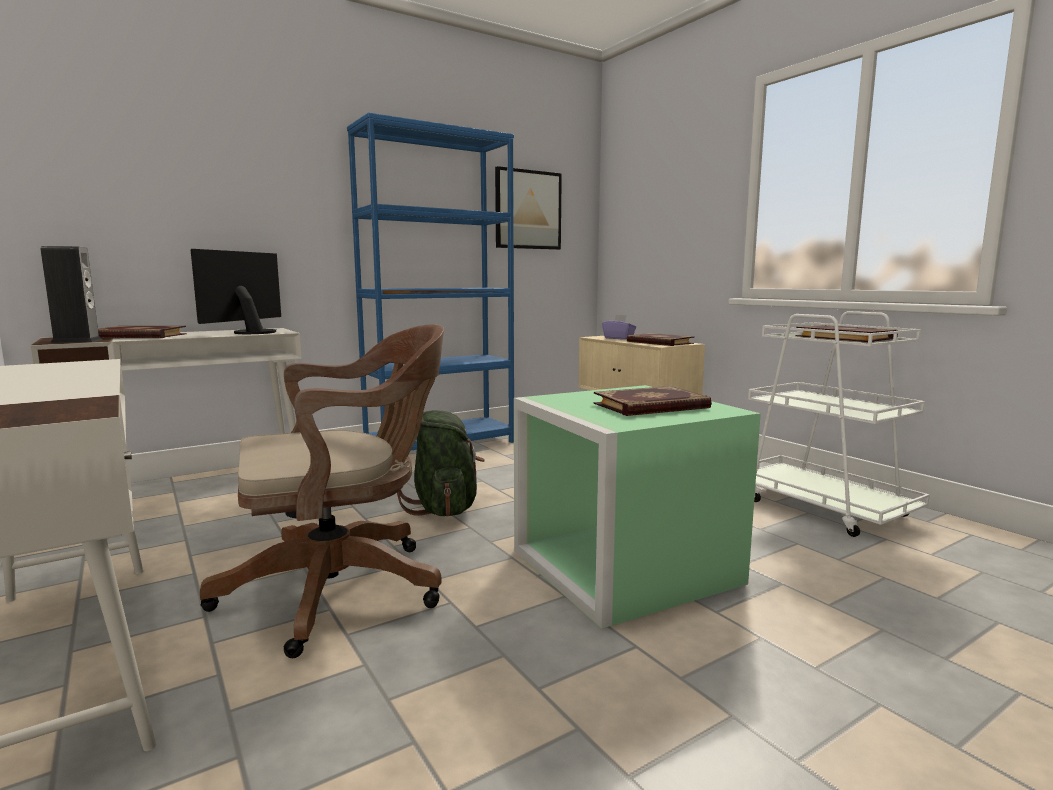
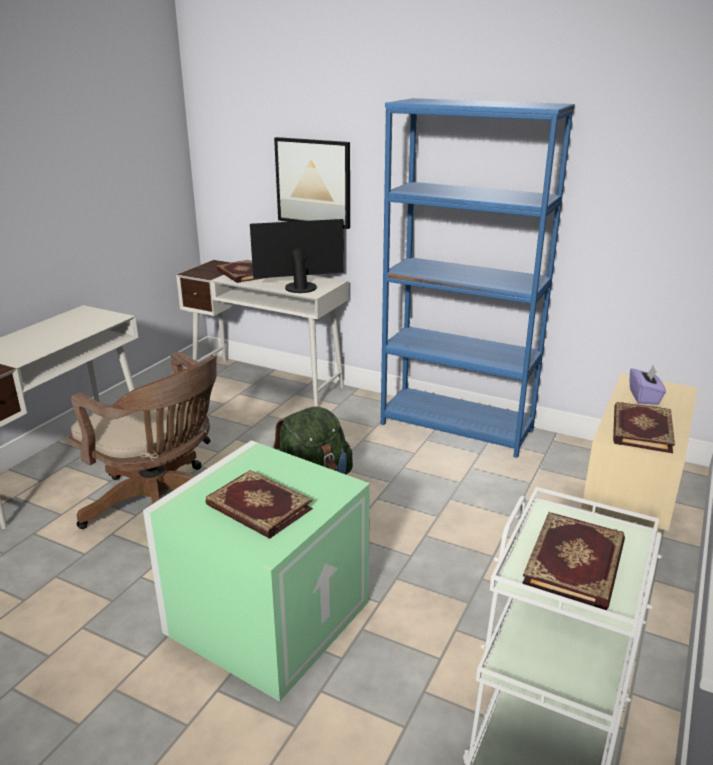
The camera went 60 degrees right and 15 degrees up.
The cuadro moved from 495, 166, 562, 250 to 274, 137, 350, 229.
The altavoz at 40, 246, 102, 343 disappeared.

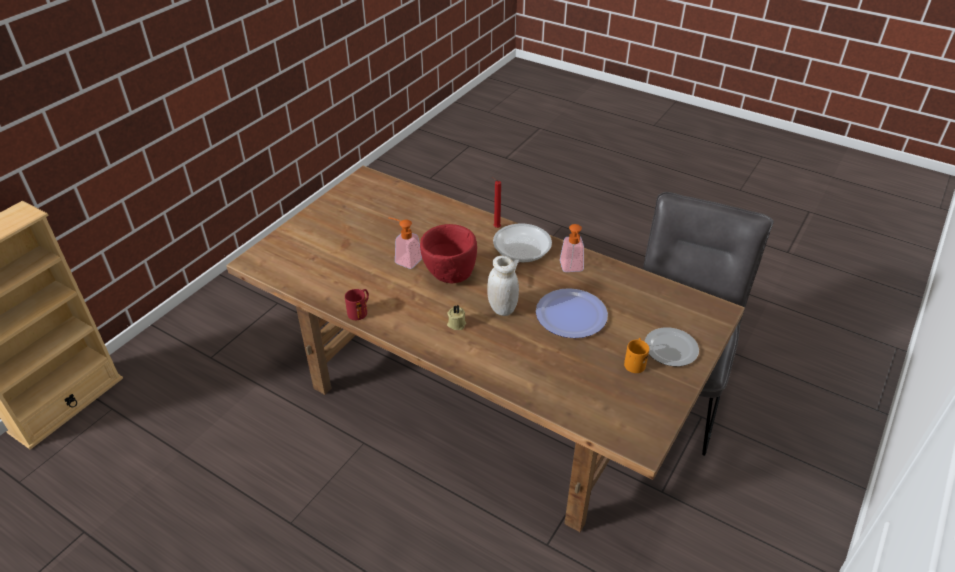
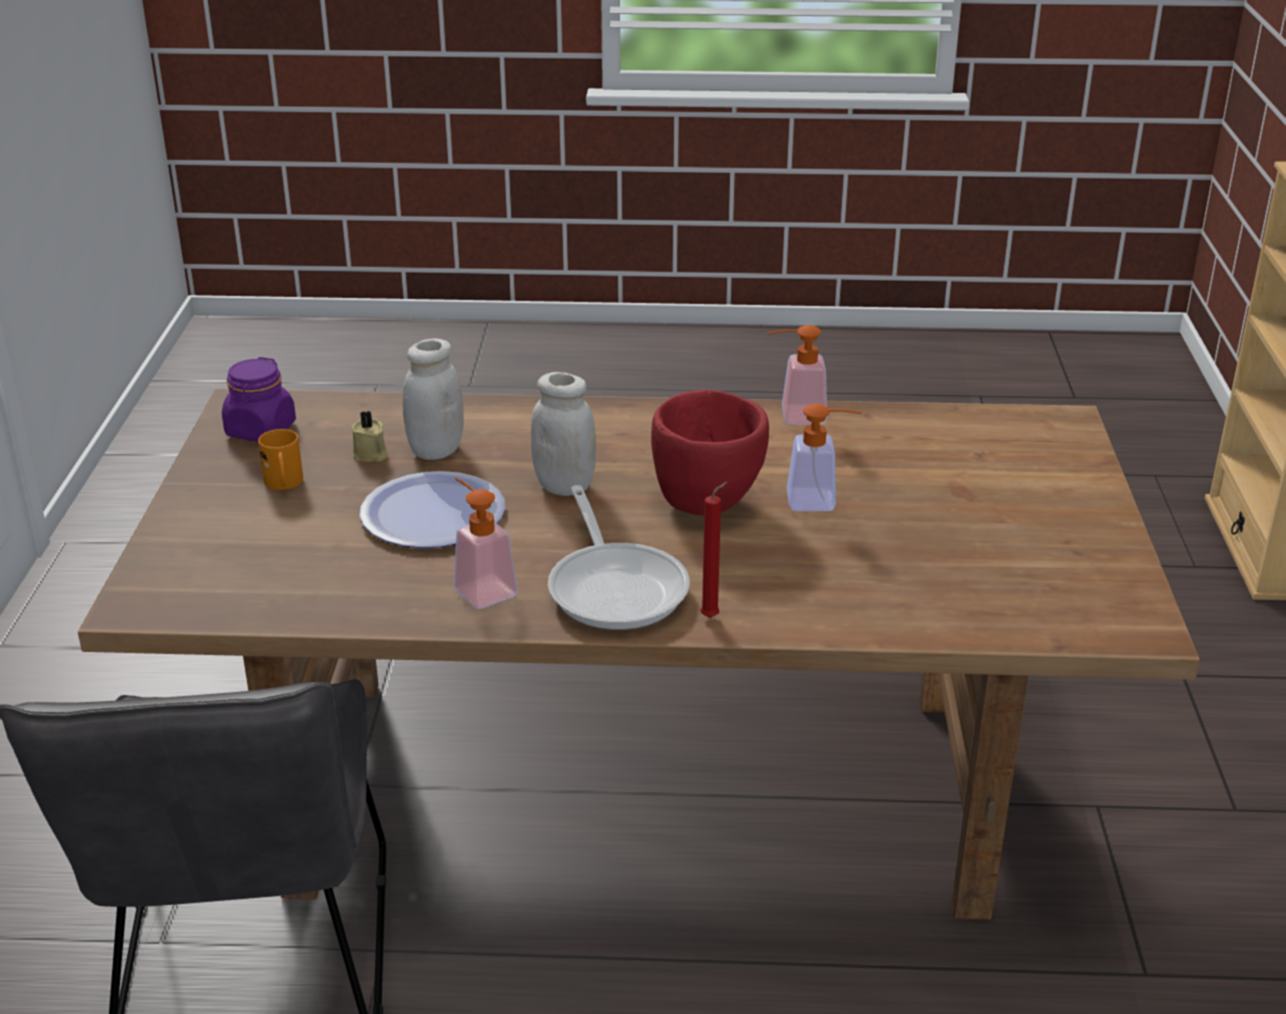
The camera went 150 degrees right and 10 degrees down.
The taza grande (rojo) at 345, 289, 369, 320 was replaced by the dispensador de jabón at 767, 325, 827, 425.
The vela (beis) moved from 447, 305, 466, 330 to 352, 411, 388, 462.
The plato at 645, 327, 699, 366 disappeared.
The tarro (blanco) at 402, 339, 464, 460 appeared.
The tarro (morado) at 222, 357, 296, 442 appeared.

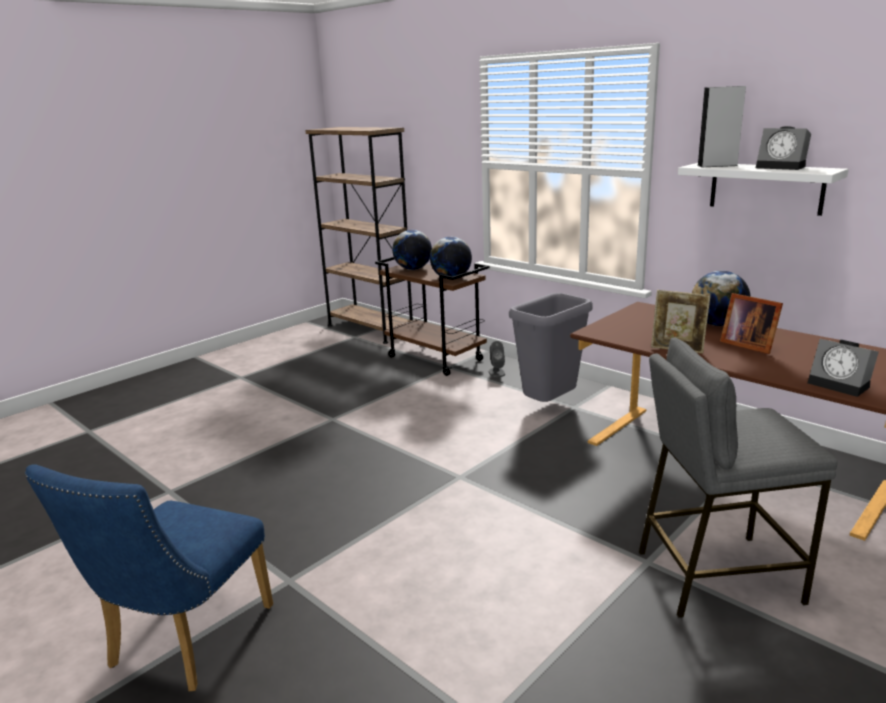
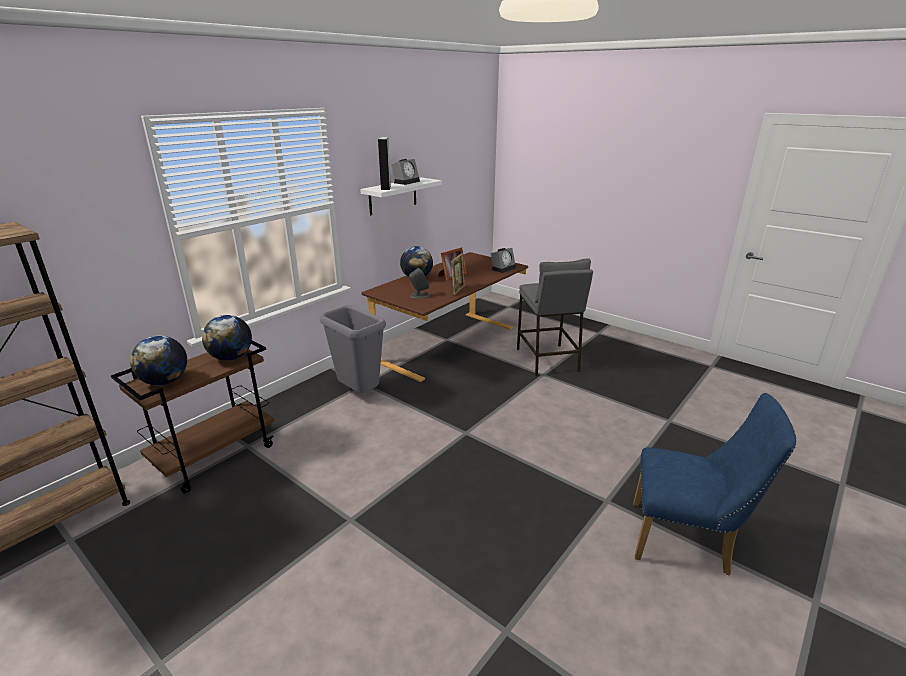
The camera went 95 degrees left and 5 degrees up.
The altavoz (gris) moved from 489, 341, 505, 377 to 409, 268, 430, 299.

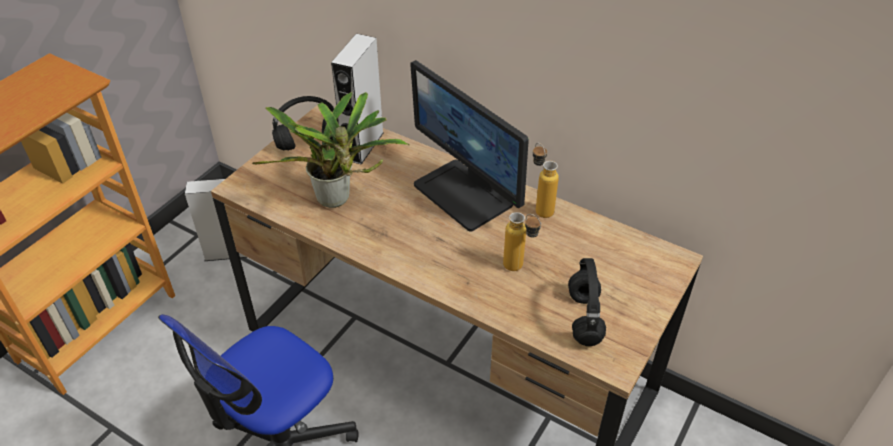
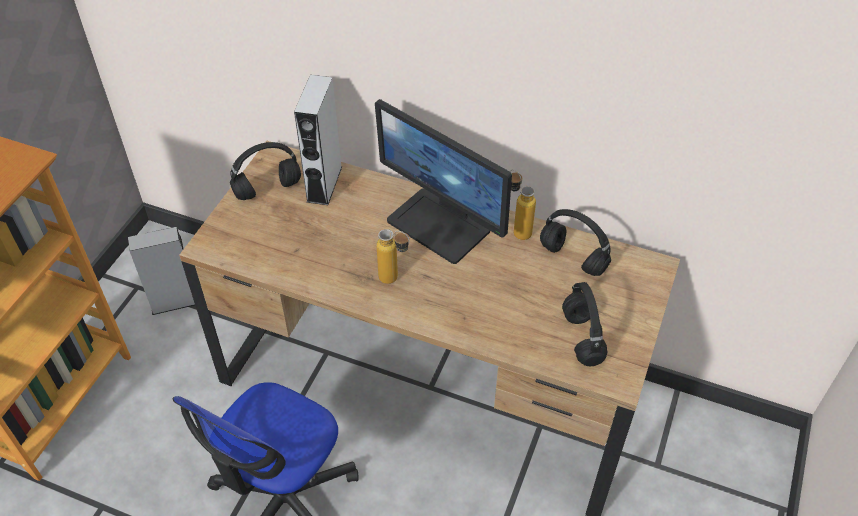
The camera went 10 degrees left and 5 degrees up.
The planta en maceta at 252, 92, 409, 208 disappeared.
The botella moved from 503, 212, 541, 271 to 376, 229, 410, 284.
The auriculares (negro) at 540, 209, 611, 276 appeared.

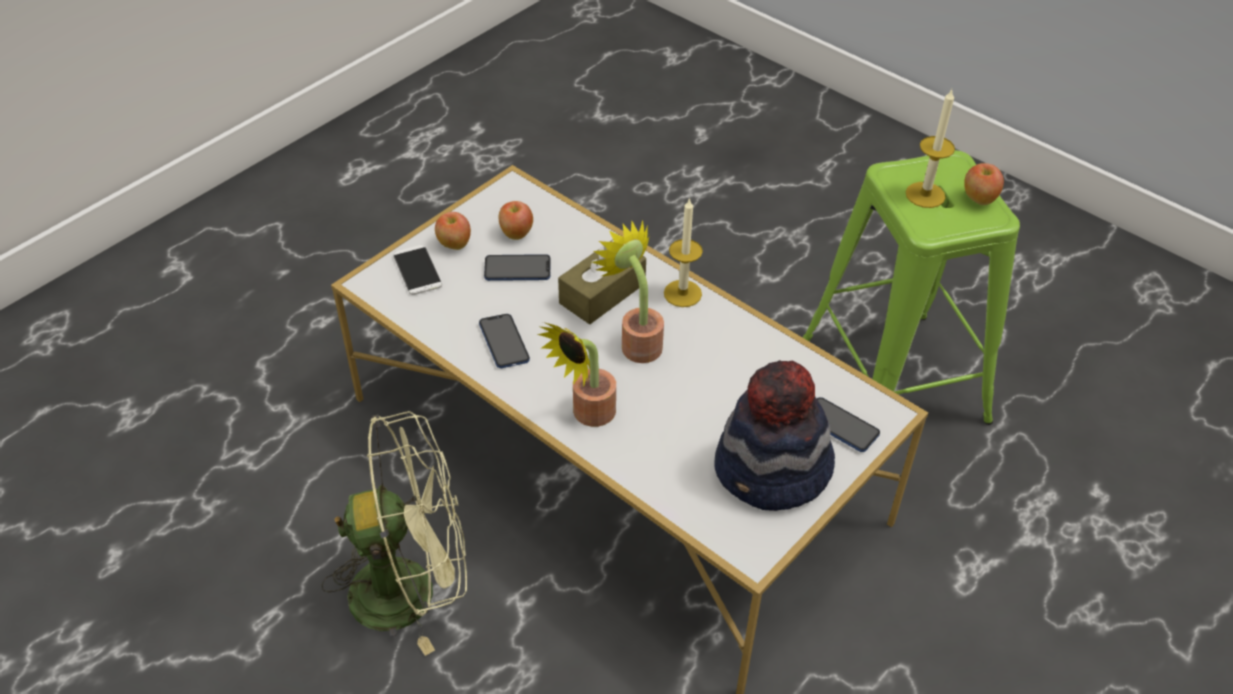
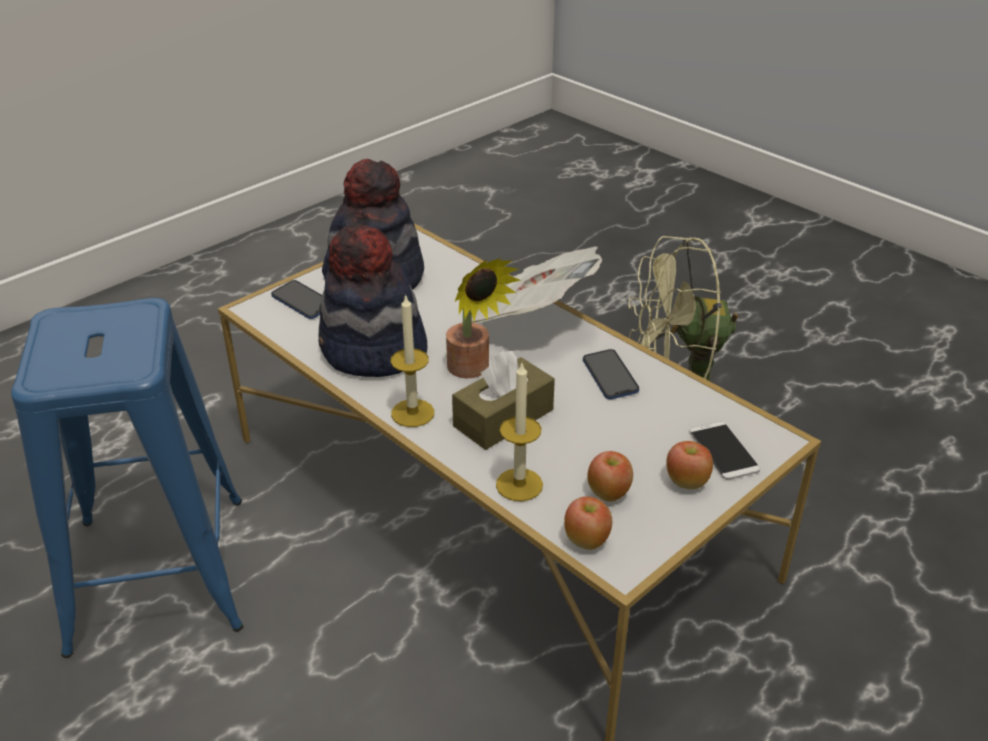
The camera went 175 degrees left and 10 degrees down.
The vela moved from 906, 89, 955, 208 to 496, 363, 543, 501.
The taburete (verde) at 802, 150, 1020, 425 became the taburete (azul) at 11, 298, 243, 658.
The manzana moved from 964, 163, 1004, 205 to 564, 496, 612, 550.
The móvil at 484, 254, 551, 281 disappeared.
The planta en maceta at 537, 322, 616, 427 was replaced by the periódico at 461, 247, 602, 323.
The sombrero at 318, 223, 427, 377 appeared.

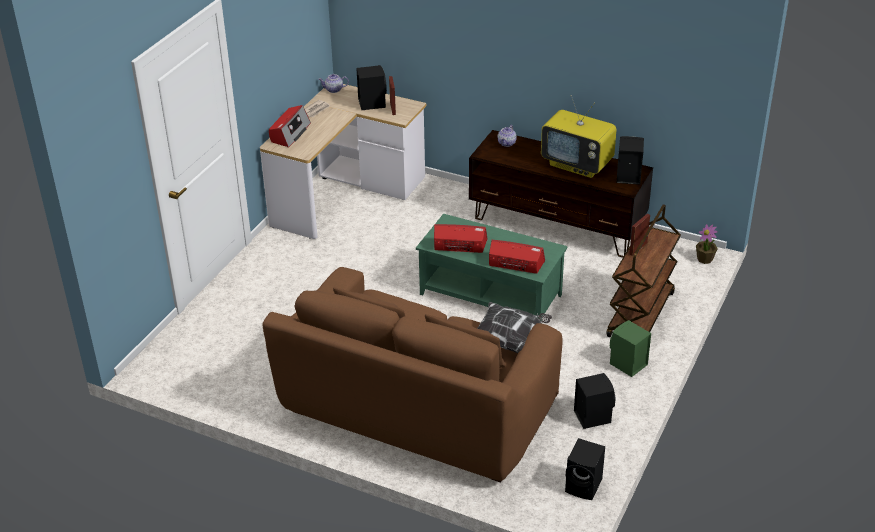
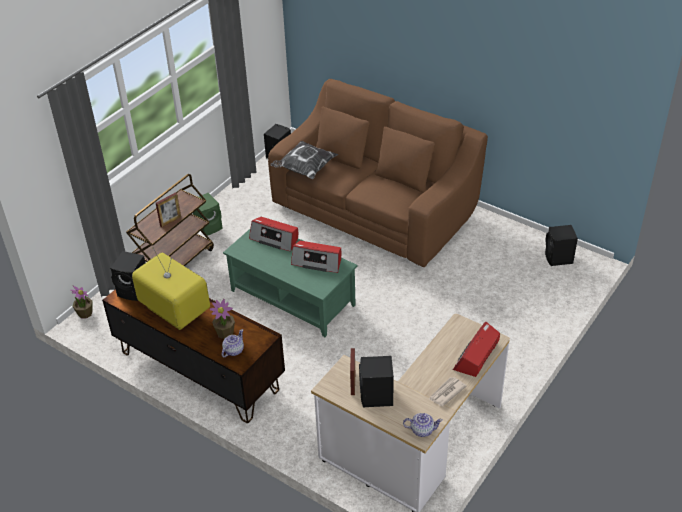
The camera went 170 degrees left and 5 degrees up.
The altavoz (negro) moved from 574, 373, 616, 429 to 545, 225, 578, 266.
The planta en maceta at 210, 299, 235, 339 appeared.

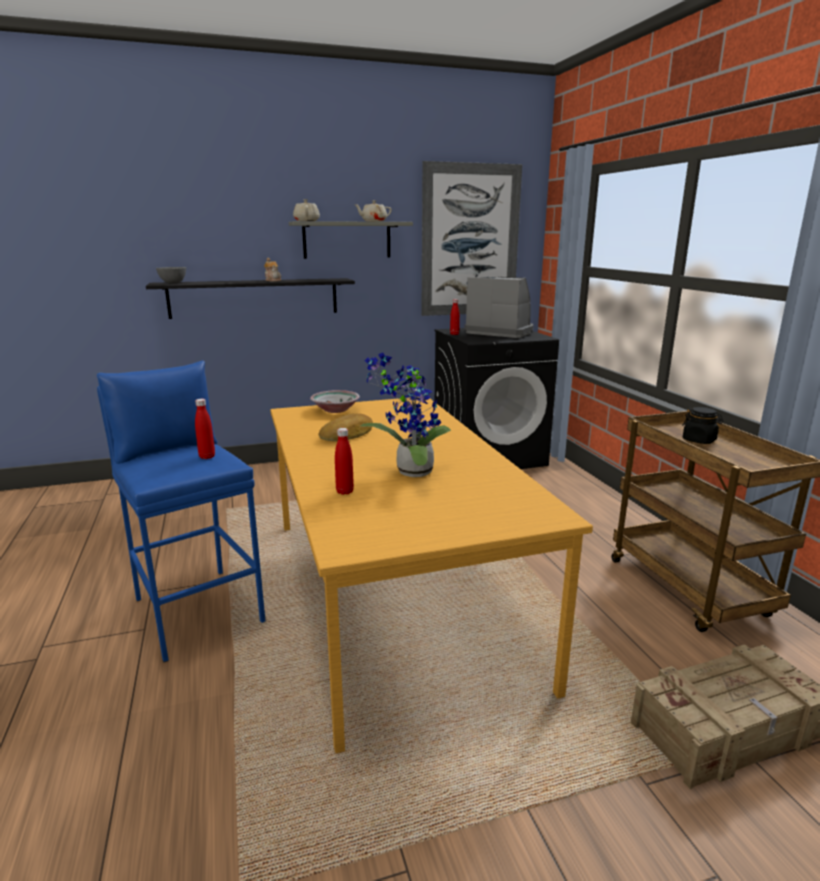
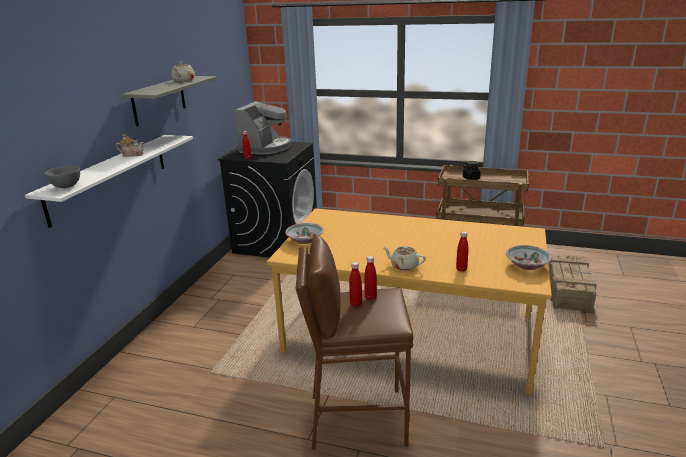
The camera went 55 degrees left and 5 degrees up.
The cuadro at 421, 161, 522, 316 disappeared.
The tetera (beis) moved from 293, 199, 320, 221 to 383, 246, 426, 271.
The cafetera at 464, 277, 533, 338 turned 135 degrees clockwise.
The estante (negro) at 146, 278, 355, 319 became the estante (blanco) at 25, 135, 193, 228.
The planta en maceta at 360, 353, 451, 477 disappeared.
The taburete (azul) at 96, 361, 265, 662 became the taburete (marrón) at 296, 234, 413, 450.
The pan at 319, 413, 373, 441 disappeared.
The cuenco at 506, 245, 552, 270 appeared.
The botella (rojo) at 349, 262, 362, 307 appeared.

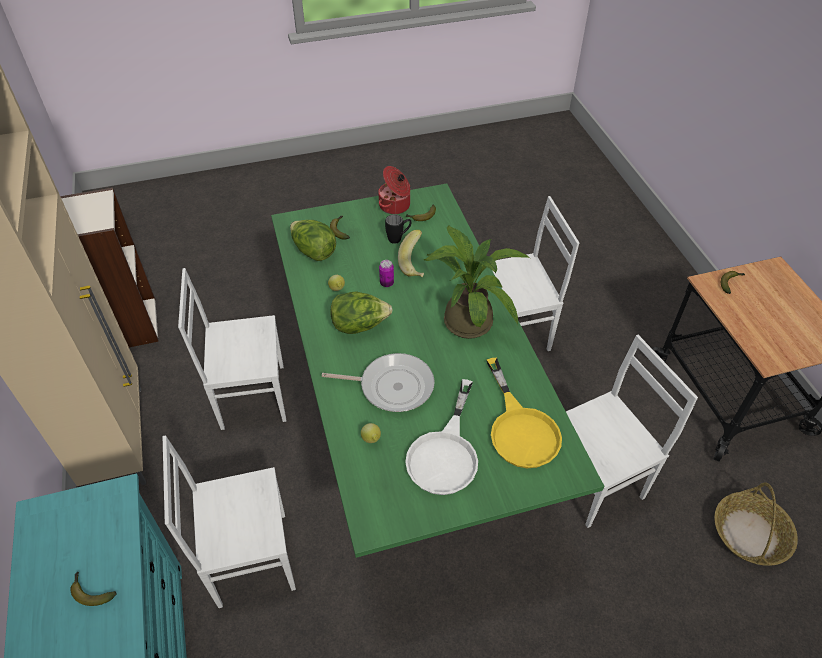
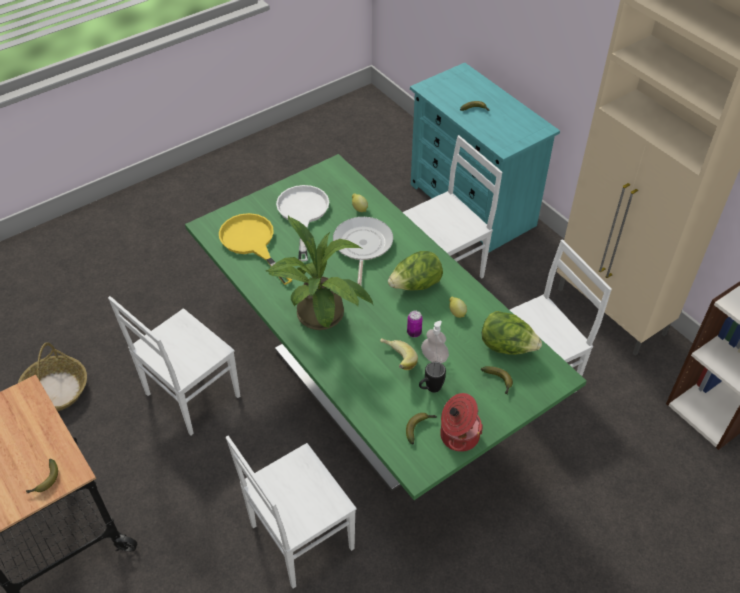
The camera went 160 degrees right and 0 degrees up.
The sartén at 322, 353, 434, 412 turned 105 degrees clockwise.
The dispensador de jabón at 421, 321, 449, 363 appeared.

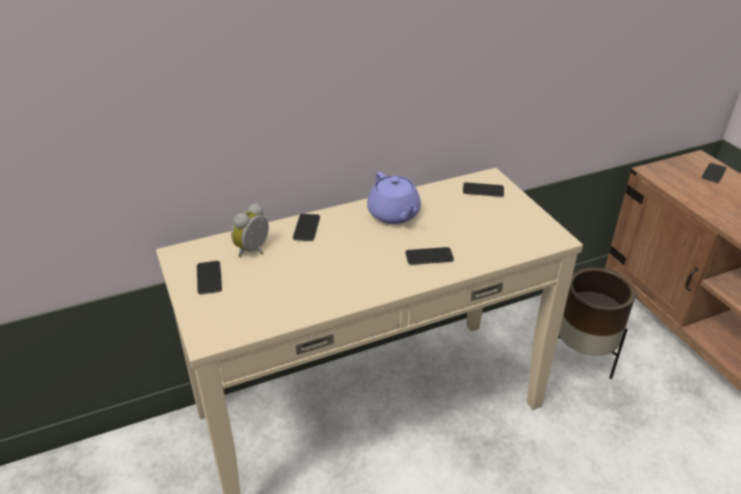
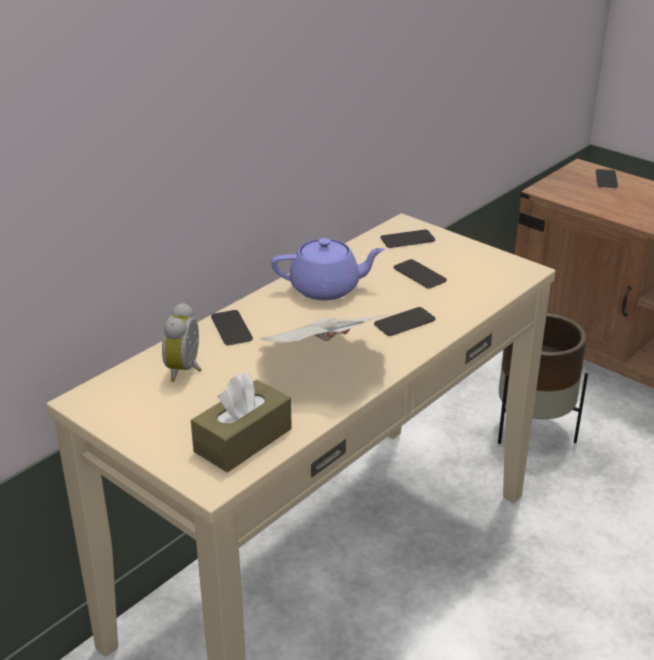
The camera went 25 degrees left and 5 degrees down.
The tetera (morado) at 367, 172, 421, 224 turned 45 degrees counterclockwise.
The móvil moved from 197, 261, 222, 294 to 394, 259, 447, 288.
The periódico at 258, 315, 393, 342 appeared.
The caja de pañuelos (marrón) at 191, 373, 292, 472 appeared.

